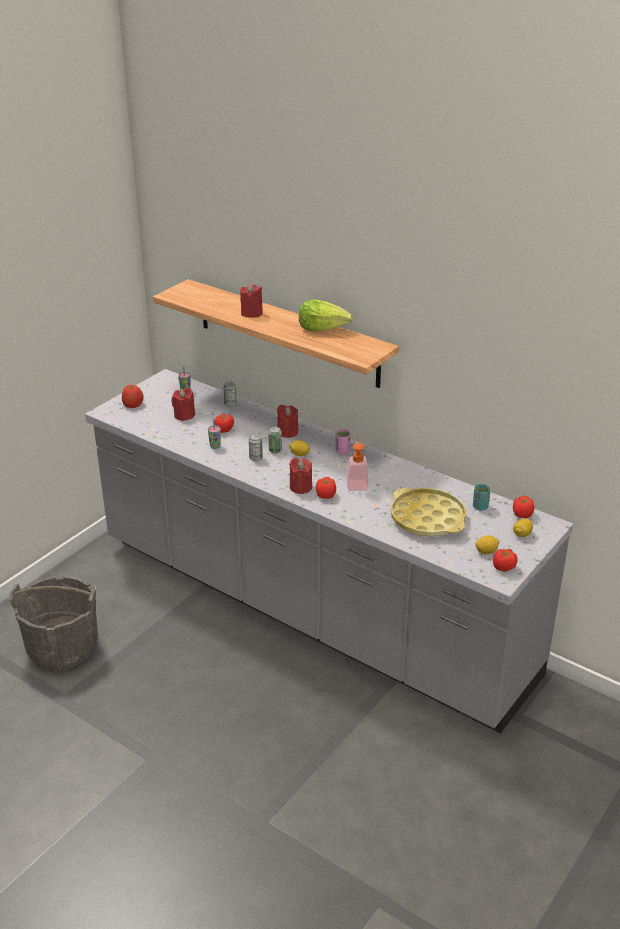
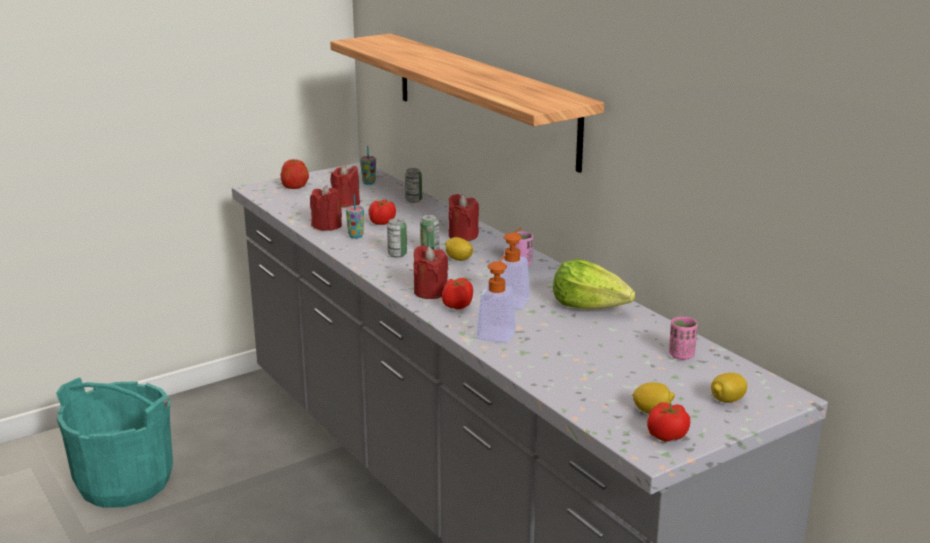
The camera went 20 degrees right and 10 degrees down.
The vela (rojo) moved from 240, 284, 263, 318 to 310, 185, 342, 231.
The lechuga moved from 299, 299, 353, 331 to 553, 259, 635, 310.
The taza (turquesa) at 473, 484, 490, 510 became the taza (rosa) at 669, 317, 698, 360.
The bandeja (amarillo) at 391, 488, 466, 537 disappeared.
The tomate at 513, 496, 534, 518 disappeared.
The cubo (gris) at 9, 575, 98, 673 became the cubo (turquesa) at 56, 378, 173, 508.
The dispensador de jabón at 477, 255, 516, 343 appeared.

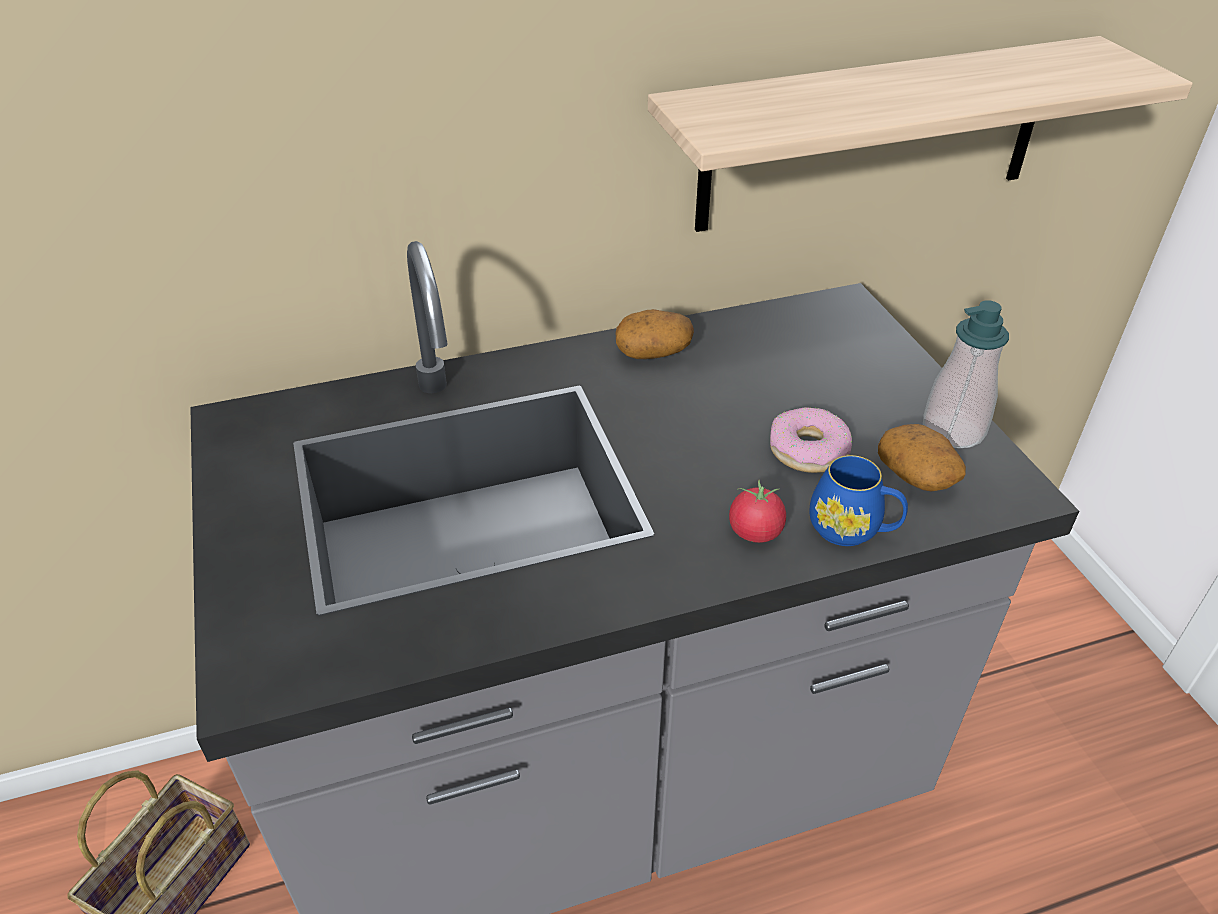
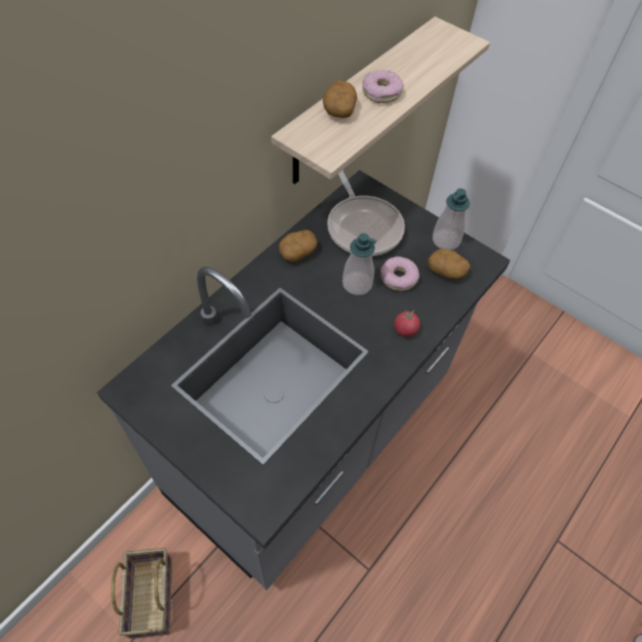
The camera went 35 degrees left and 15 degrees up.
The taza grande (azul) at 809, 455, 908, 546 disappeared.
The rosquilla at 362, 70, 404, 103 appeared.
The patata at 323, 81, 357, 118 appeared.
The sartén at 327, 170, 405, 256 appeared.
The dispensador de jabón at 342, 233, 377, 295 appeared.

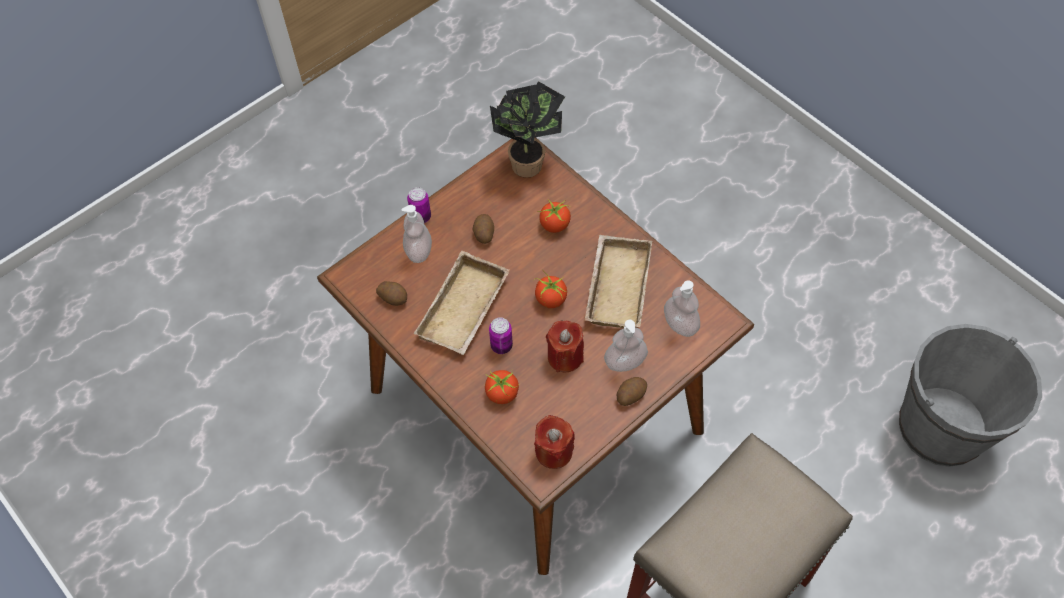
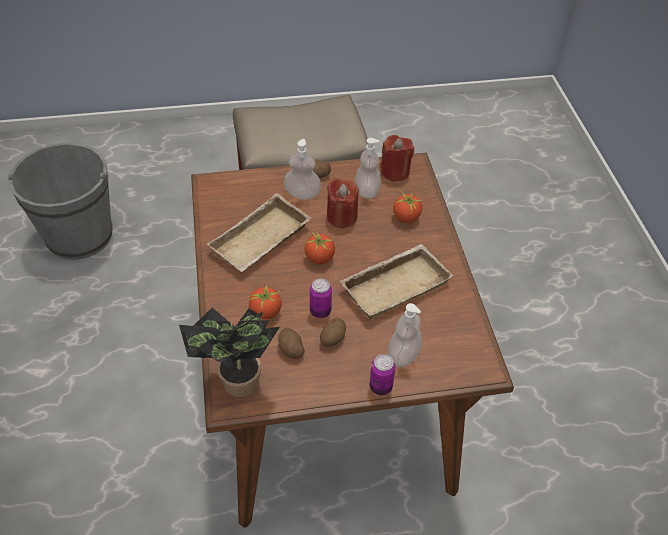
The camera went 150 degrees left and 10 degrees down.
The dispensador de jabón moved from 664, 280, 700, 337 to 355, 138, 381, 199.
The patata moved from 376, 281, 407, 306 to 278, 328, 305, 359.
The lata moved from 489, 317, 513, 354 to 310, 279, 332, 318.

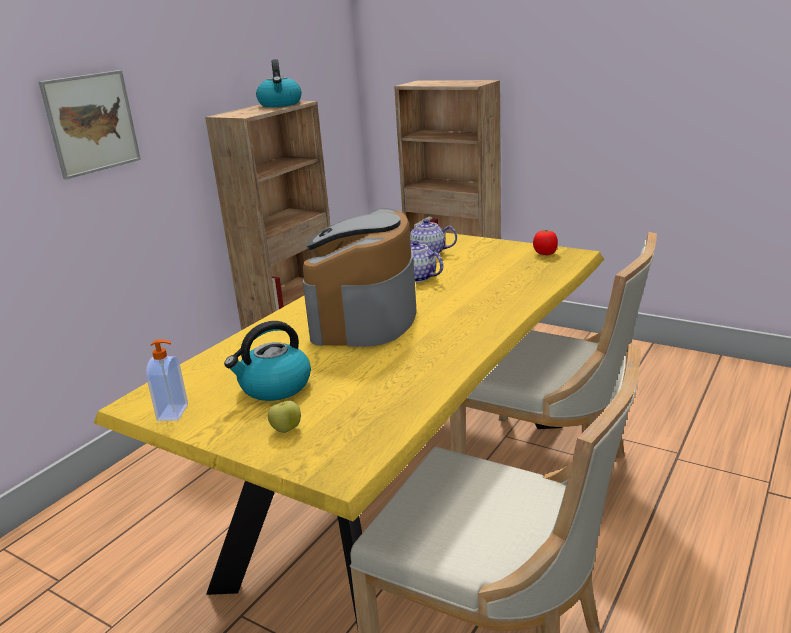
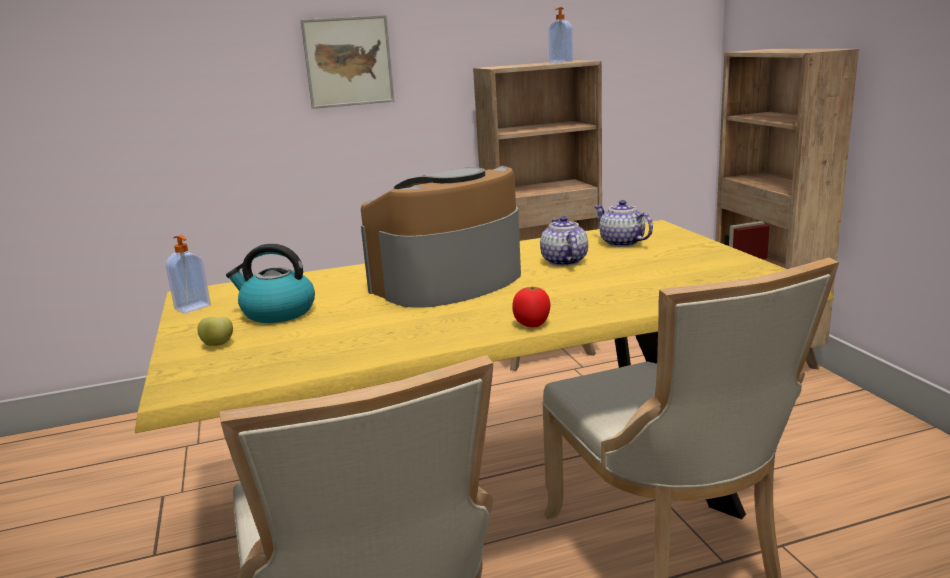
The camera went 40 degrees right and 5 degrees down.
The hervidor at 256, 59, 302, 107 was replaced by the dispensador de jabón at 548, 7, 573, 63.
The tomate moved from 533, 230, 558, 255 to 512, 287, 551, 327.

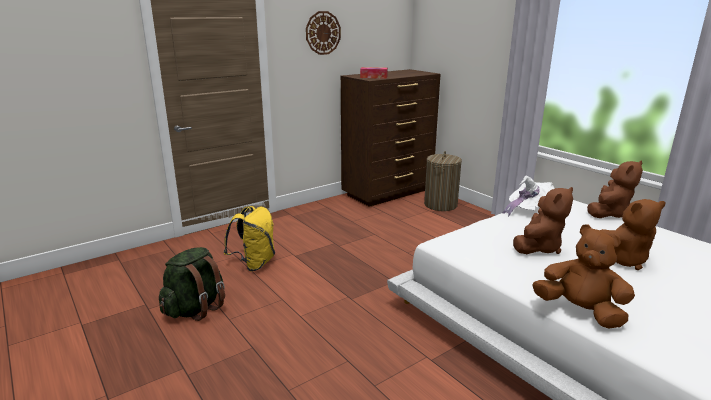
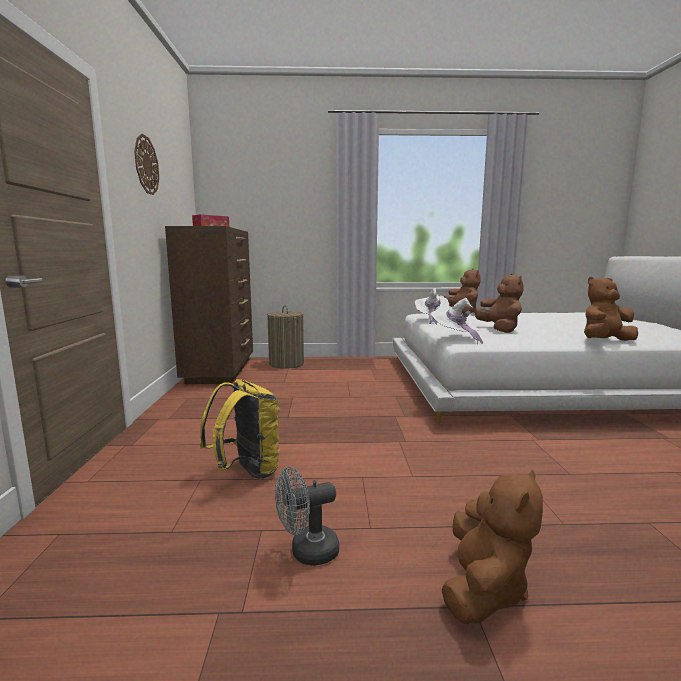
The camera went 55 degrees left and 10 degrees down.
The peluche (marrón) moved from 601, 199, 666, 270 to 441, 469, 543, 624.
The mochila (verde) at 159, 247, 225, 321 was replaced by the ventilador (gris) at 275, 467, 339, 566.
The sombrero (blanco) at 431, 298, 483, 344 appeared.

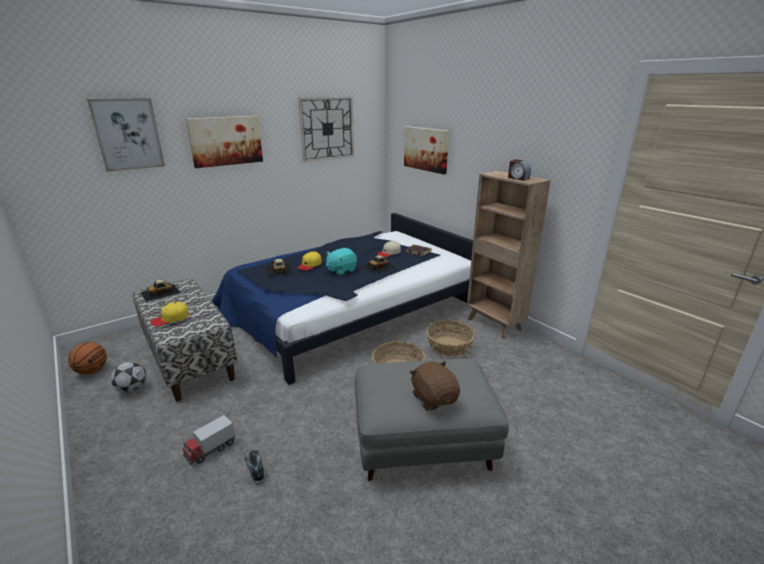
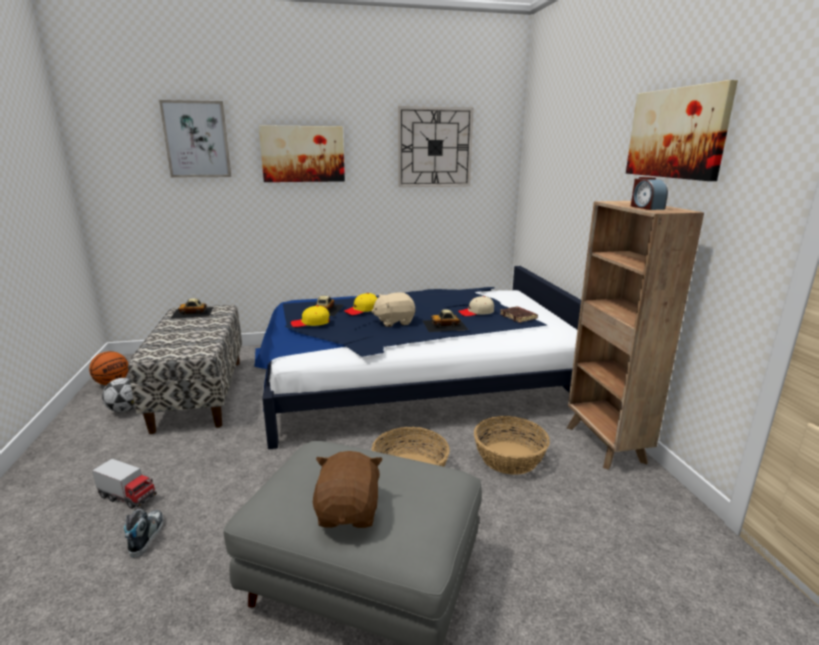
The camera went 25 degrees right and 5 degrees down.
The cuadro moved from 404, 126, 449, 174 to 626, 80, 738, 181.
The peluche (turquesa) at 326, 248, 357, 276 became the peluche (beis) at 371, 292, 415, 327.
The gorra (amarillo) moved from 150, 302, 189, 327 to 291, 306, 330, 327.
The camión de juguete at 183, 415, 235, 465 turned 135 degrees counterclockwise.

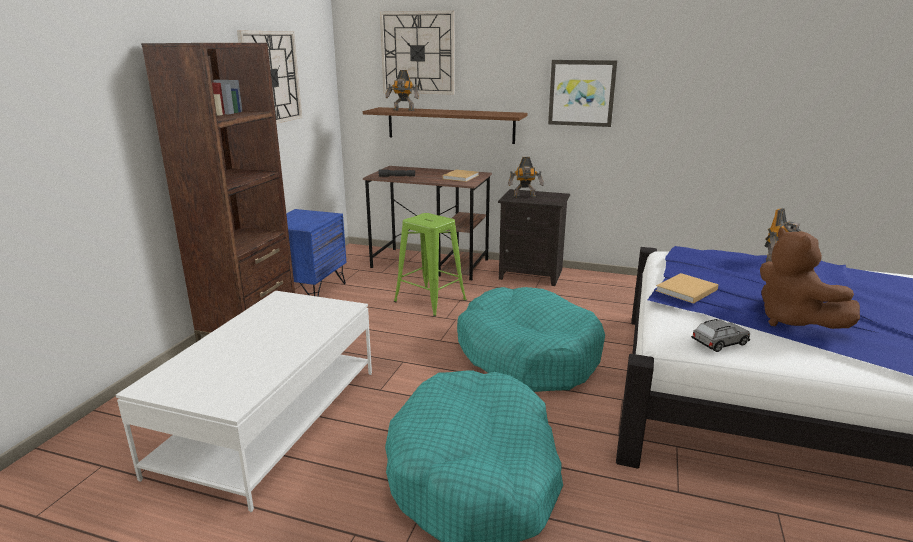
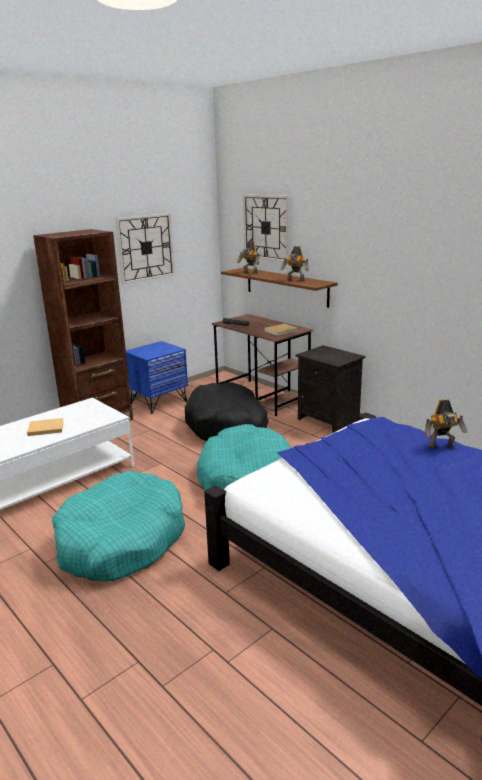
The camera went 30 degrees right and 0 degrees up.
The cuadro at 548, 60, 617, 127 disappeared.
The robot de juguete moved from 508, 157, 544, 198 to 281, 246, 309, 281.
The taburete (verde) at 394, 213, 467, 317 was replaced by the cama para perro (negro) at 185, 382, 269, 441.
The peluche (marrón) at 760, 228, 860, 329 disappeared.
The libro (beis) moved from 655, 273, 719, 304 to 27, 418, 64, 436.
The coche de juguete (gris) at 691, 319, 750, 352 disappeared.

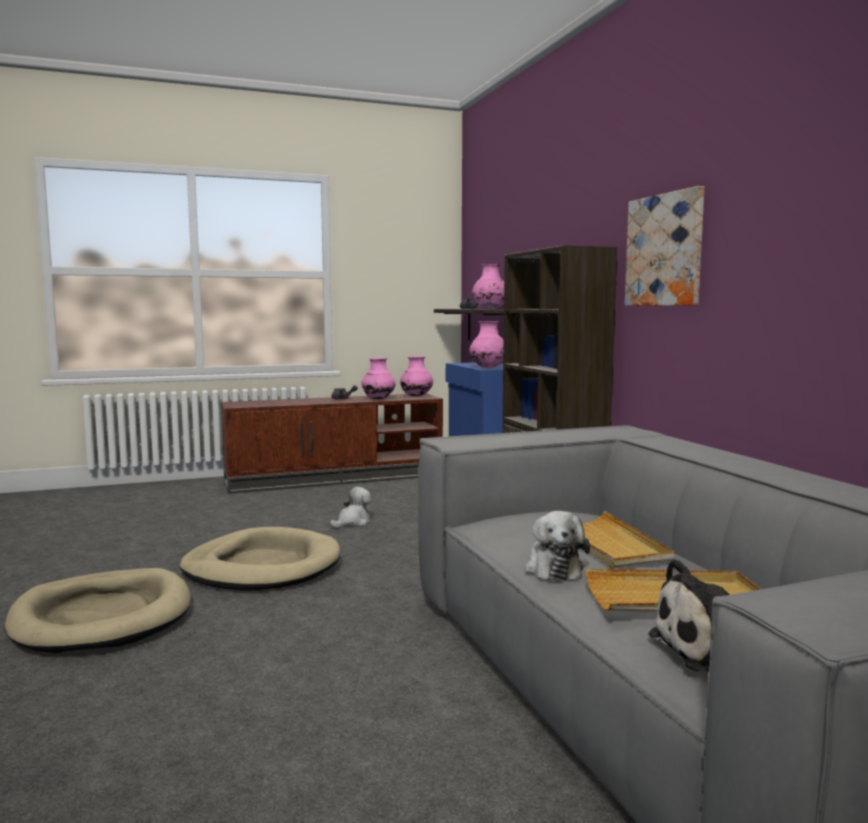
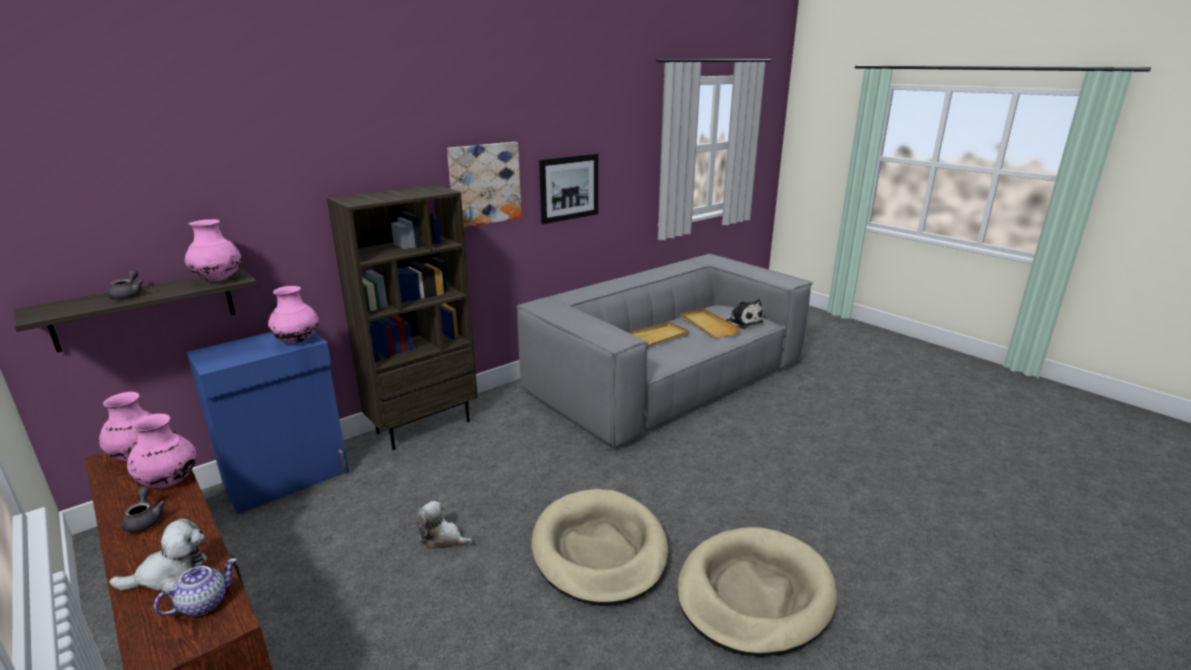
The camera went 110 degrees left and 15 degrees up.
The peluche moved from 525, 511, 590, 581 to 109, 519, 207, 591.
The cuadro at 539, 153, 598, 224 appeared.
The tetera at 154, 558, 237, 616 appeared.

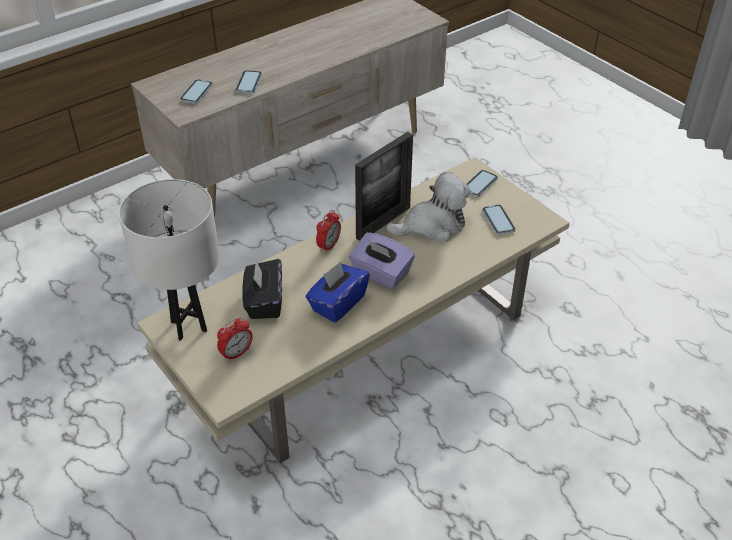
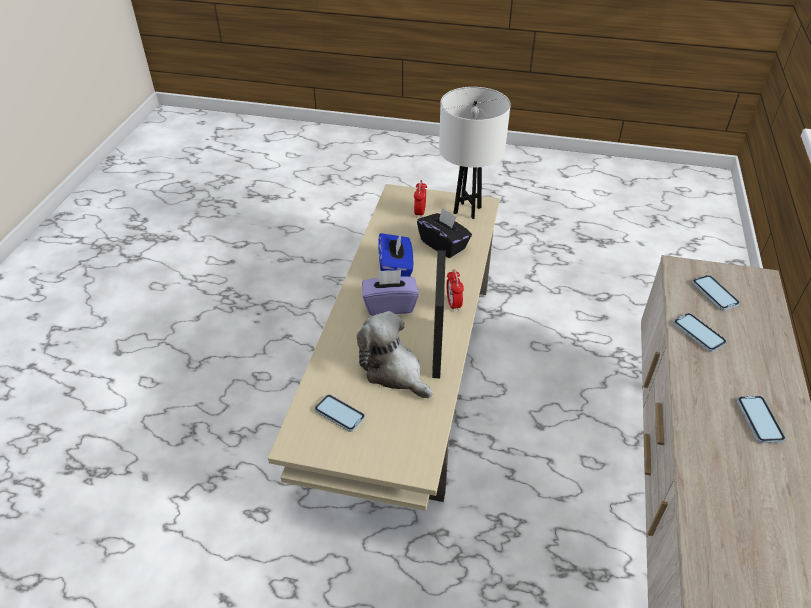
The camera went 140 degrees right and 0 degrees up.
The móvil moved from 467, 170, 498, 197 to 737, 396, 786, 443.
The peluche at 386, 172, 471, 242 turned 105 degrees clockwise.

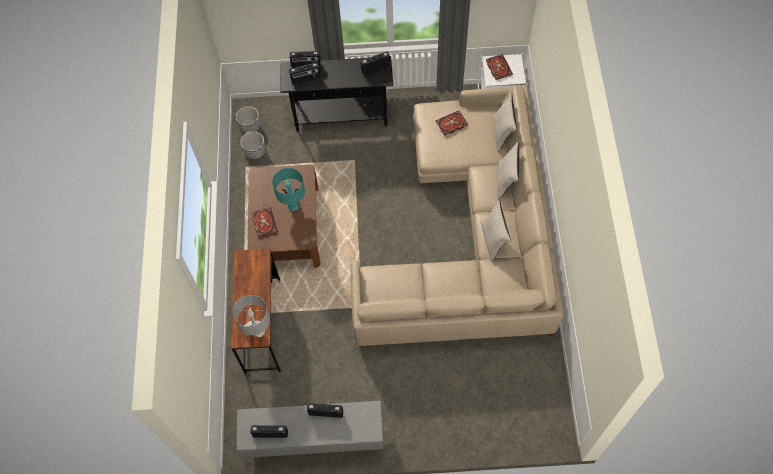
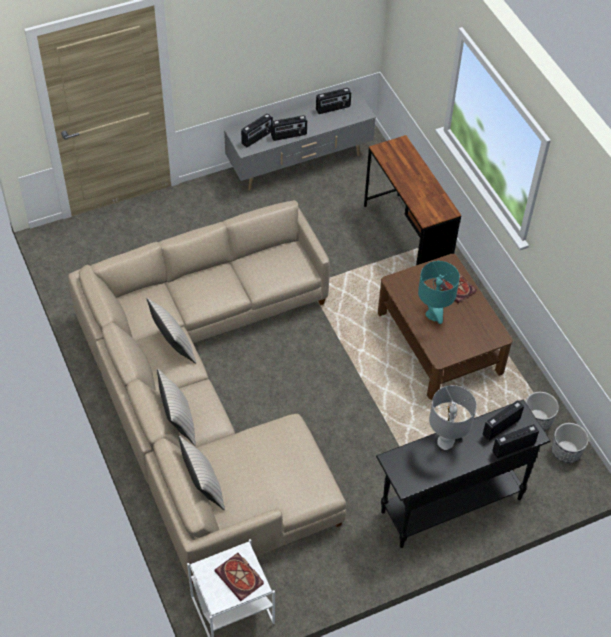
The camera went 155 degrees right and 10 degrees down.
The radio moved from 360, 52, 390, 75 to 241, 113, 273, 147.
The libro at 436, 111, 468, 136 disappeared.
The lámpara de mesa (gris) moved from 232, 295, 270, 337 to 429, 385, 477, 450.

